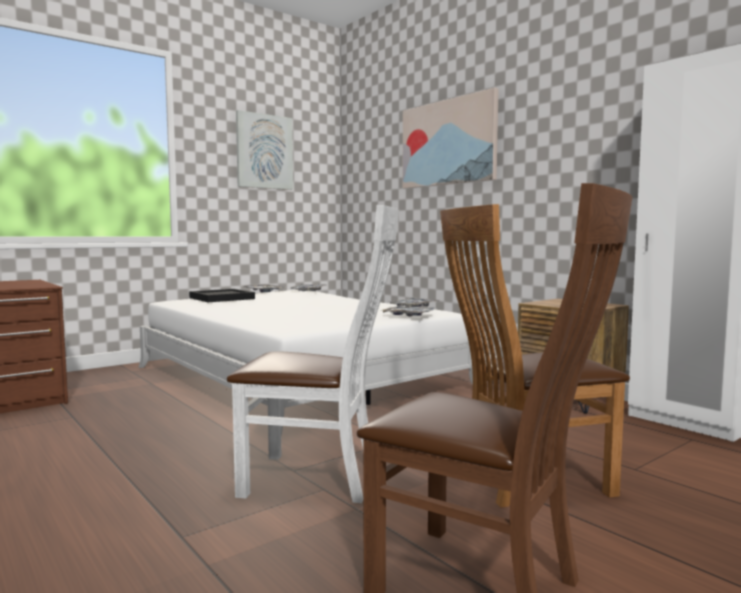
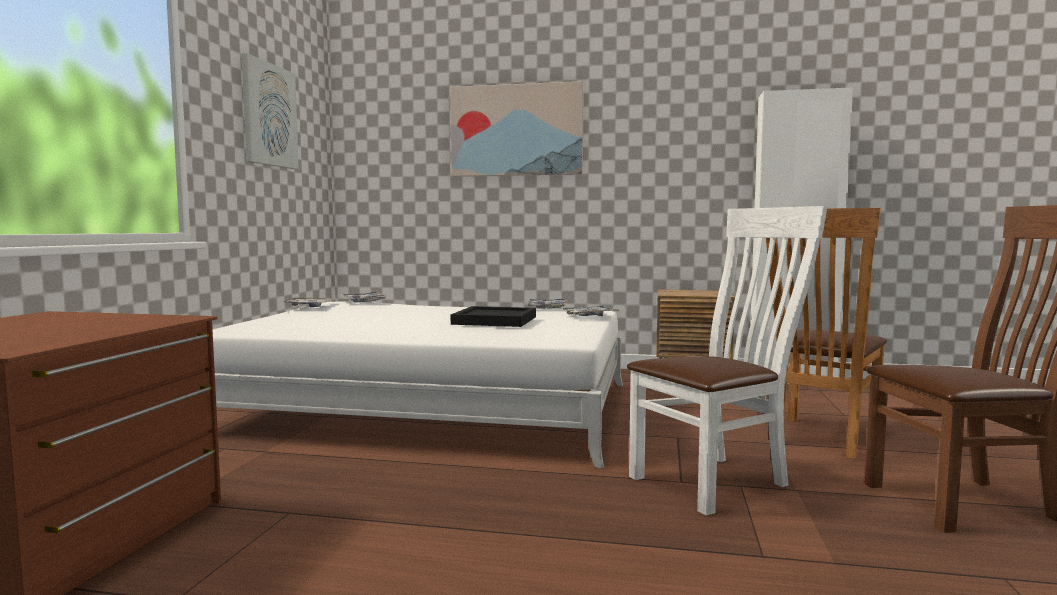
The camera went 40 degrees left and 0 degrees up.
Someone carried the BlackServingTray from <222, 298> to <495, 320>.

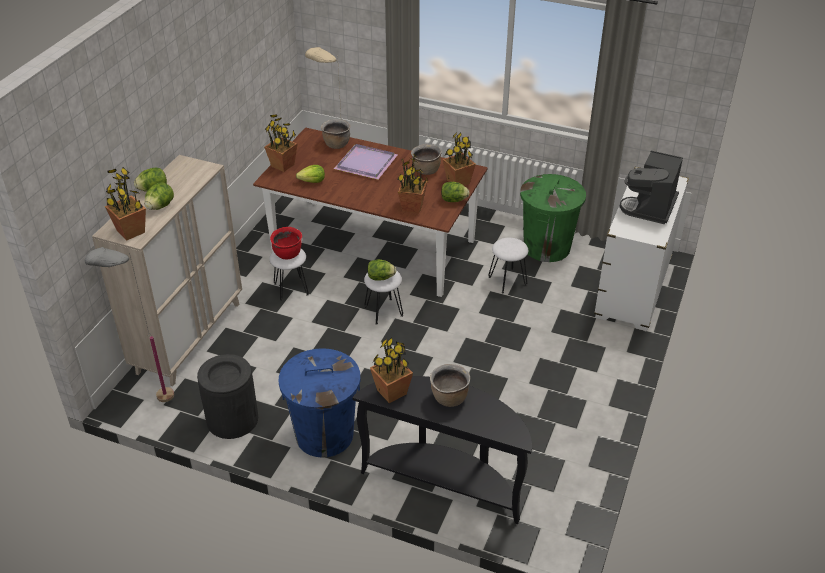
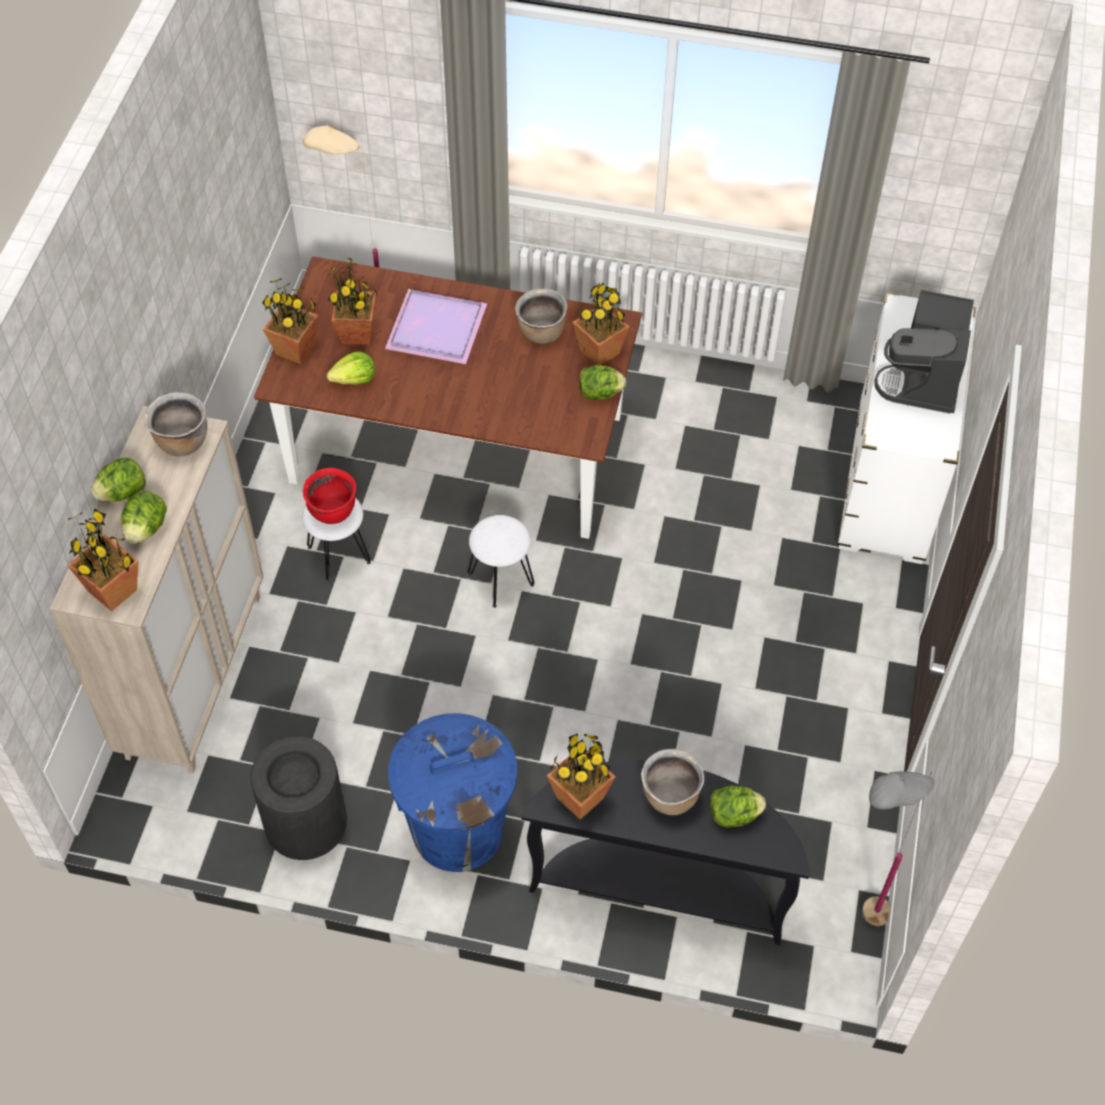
The camera went 10 degrees left and 15 degrees up.
Someone carried the BrownColouredSaucepot from <336, 144> to <182, 442>.
Someone carried the PlantInAPot from <413, 207> to <358, 333>.
Someone carried the LettuceHead from <380, 278> to <733, 814>.
Someone carried the GrayStandingLamp from <151, 403> to <854, 927>.
Someone took away the WhitishSittingStool at <507, 281>.
Someone took away the GreenColouredRubbishBin at <547, 247>.

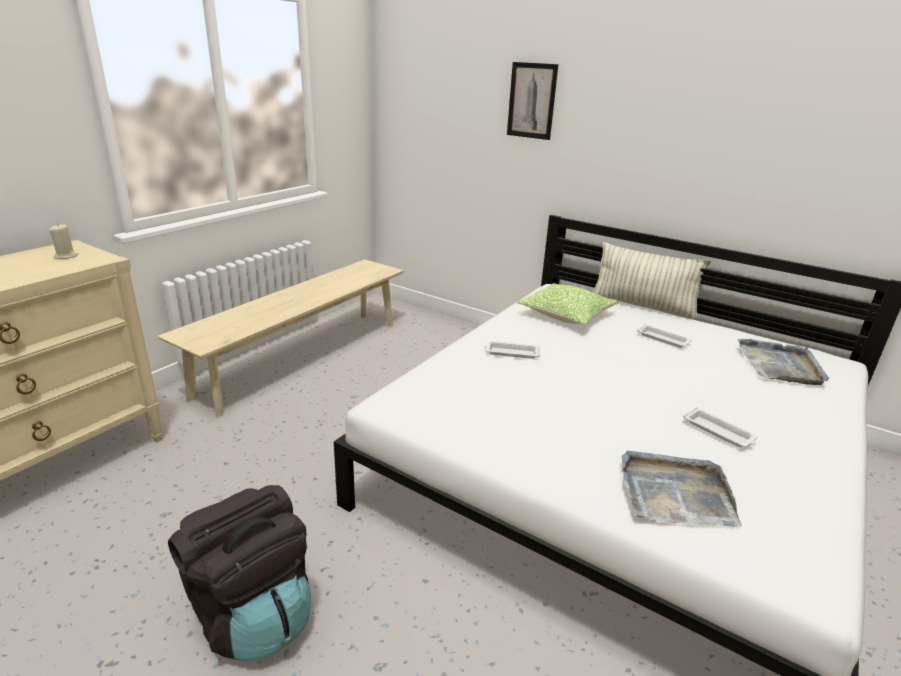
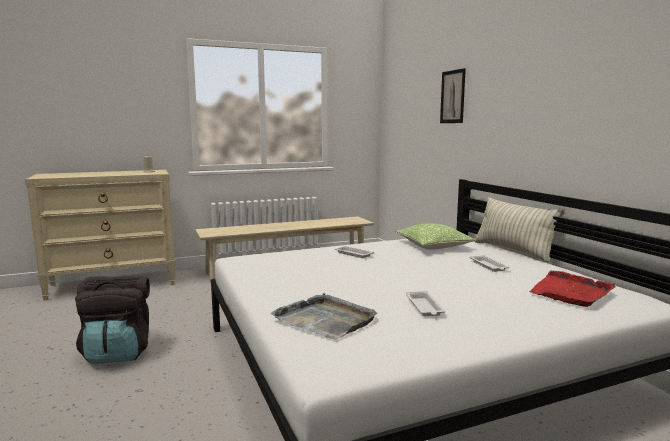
The camera went 35 degrees right and 15 degrees down.
Someone repainted the GrayServingTray at <780, 365>, which became the ReddishServingTray at <570, 292>.

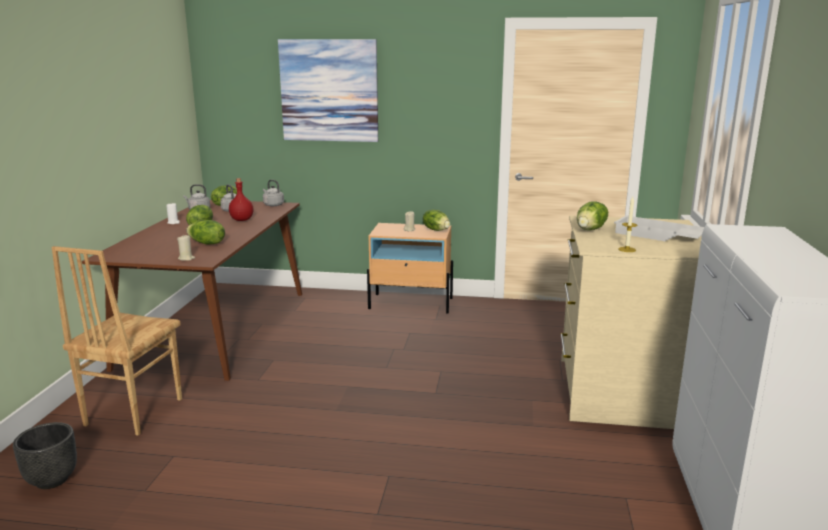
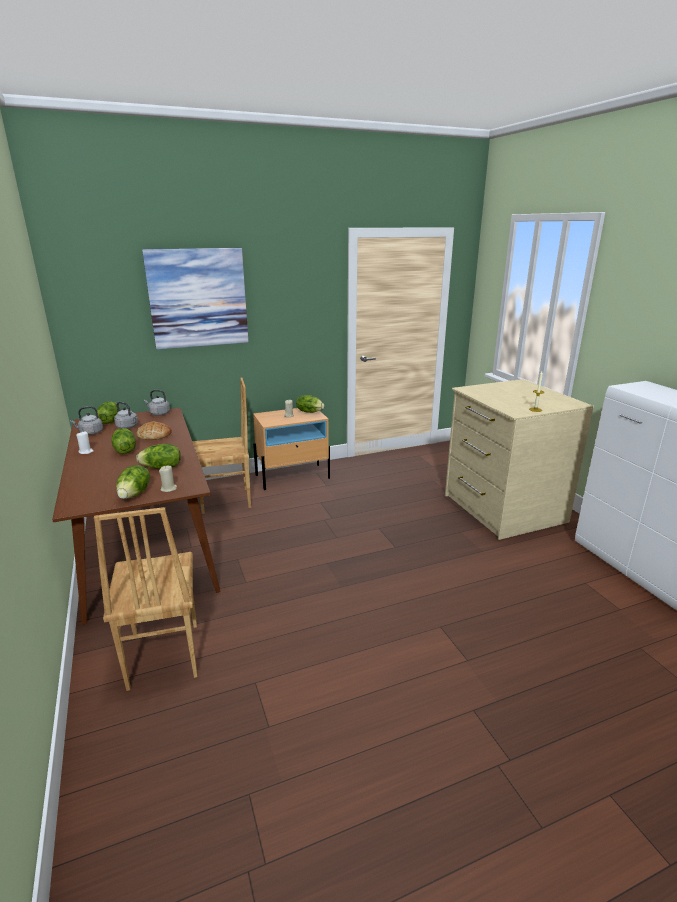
The camera went 30 degrees left and 5 degrees up.
Someone carried the LettuceHead from <591, 229> to <135, 494>.
Someone swapped the ReddishDrinkBottle at <242, 220> for the BakeryBread at <154, 435>.
Someone put down the BrownColouredPlainChair at <226, 501>.
Someone took away the BlackPlanter at <51, 480>.
Someone took away the WhitishServingTray at <658, 236>.

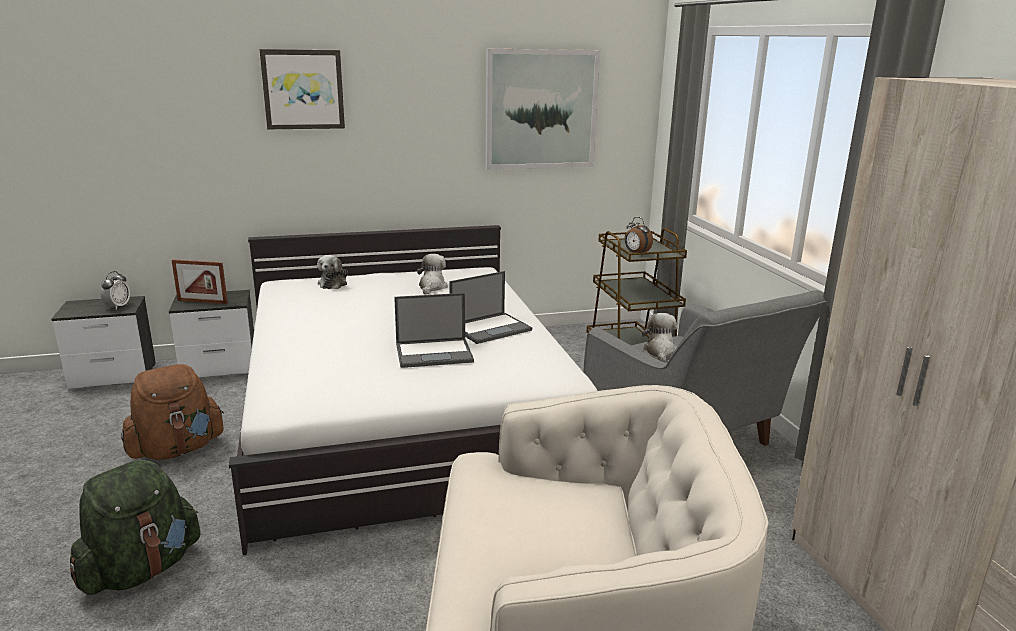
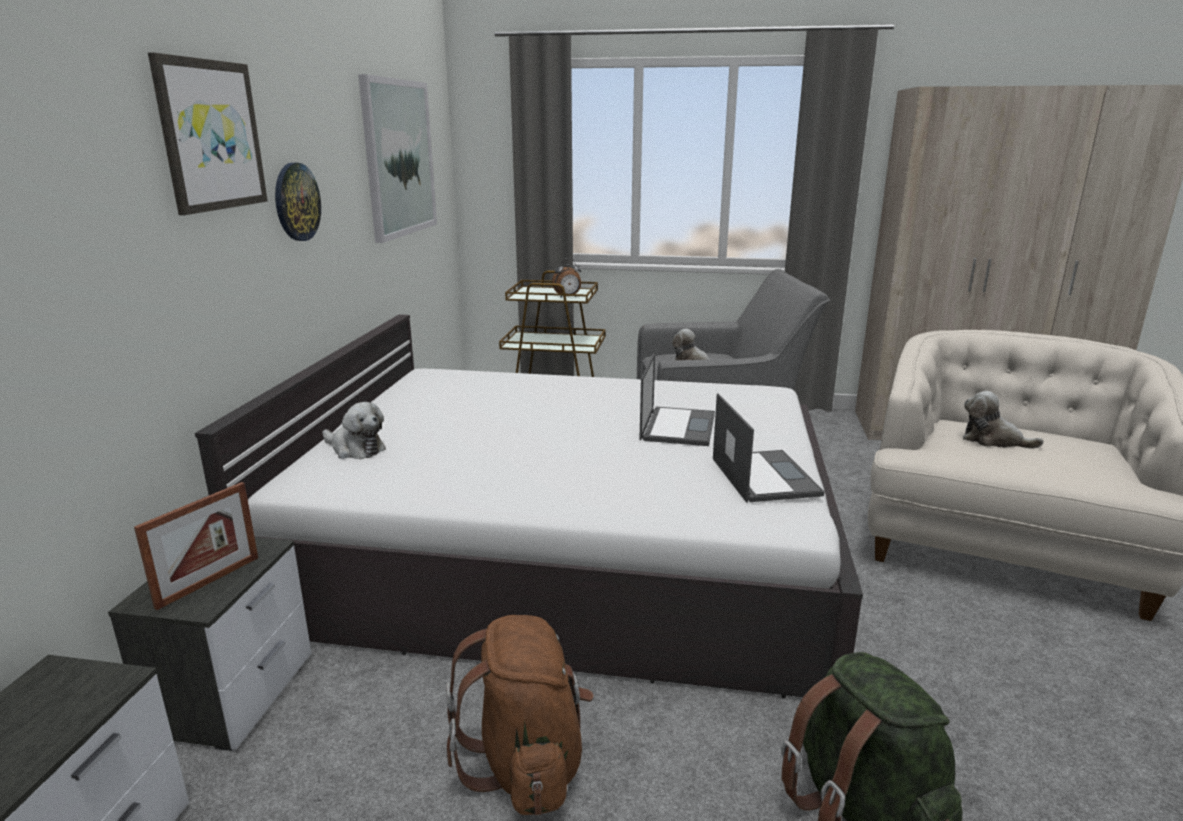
The camera went 65 degrees left and 0 degrees up.
Someone put up the WallClock at <296, 202>.
Someone carried the Laptop from <491, 328> to <763, 476>.
Someone carried the PlushToy from <432, 287> to <993, 440>.
Someone took away the TableClock at <118, 306>.

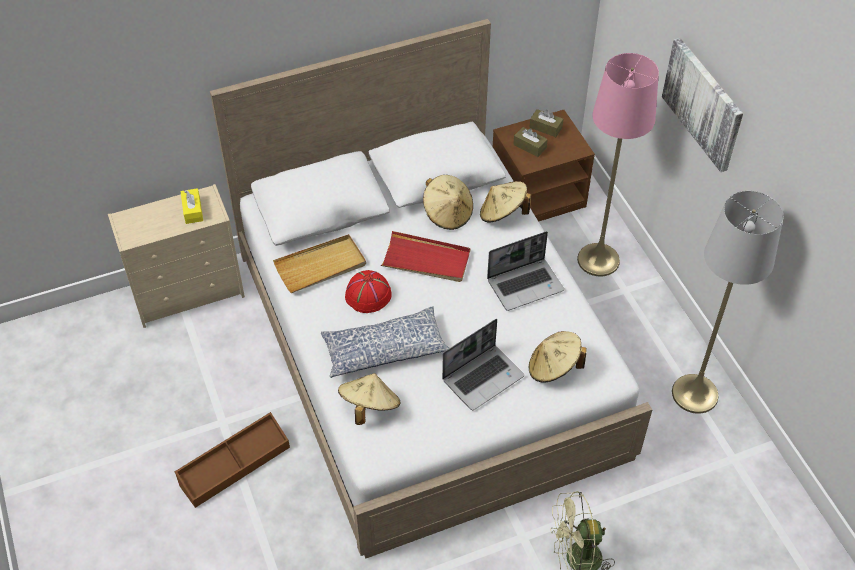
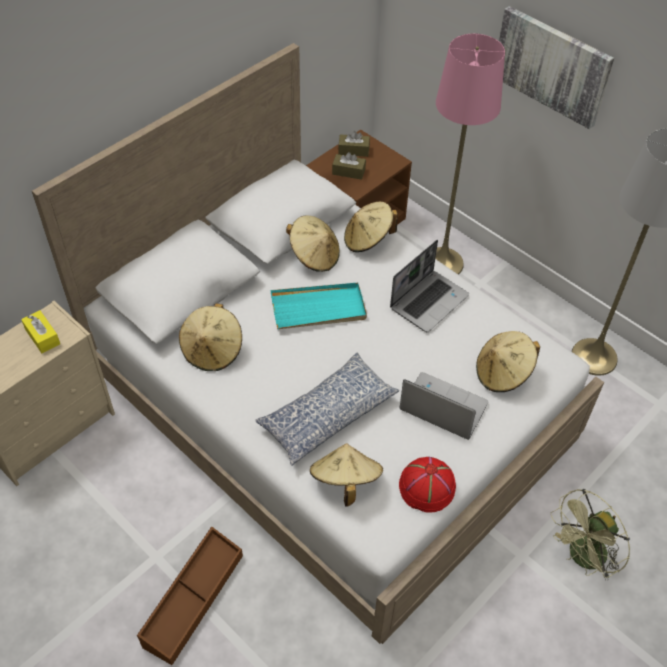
The camera went 25 degrees left and 0 degrees up.
Someone swapped the BeigeColouredServingTray at <321, 266> for the BeigeColouredHat at <213, 350>.
Someone repainted the ReddishServingTray at <426, 260>, which became the BlueGreenServingTray at <318, 309>.
Someone rotated the Laptop at <483, 377> by 90 degrees counterclockwise.
Someone carried the ReddishHat from <368, 295> to <427, 487>.

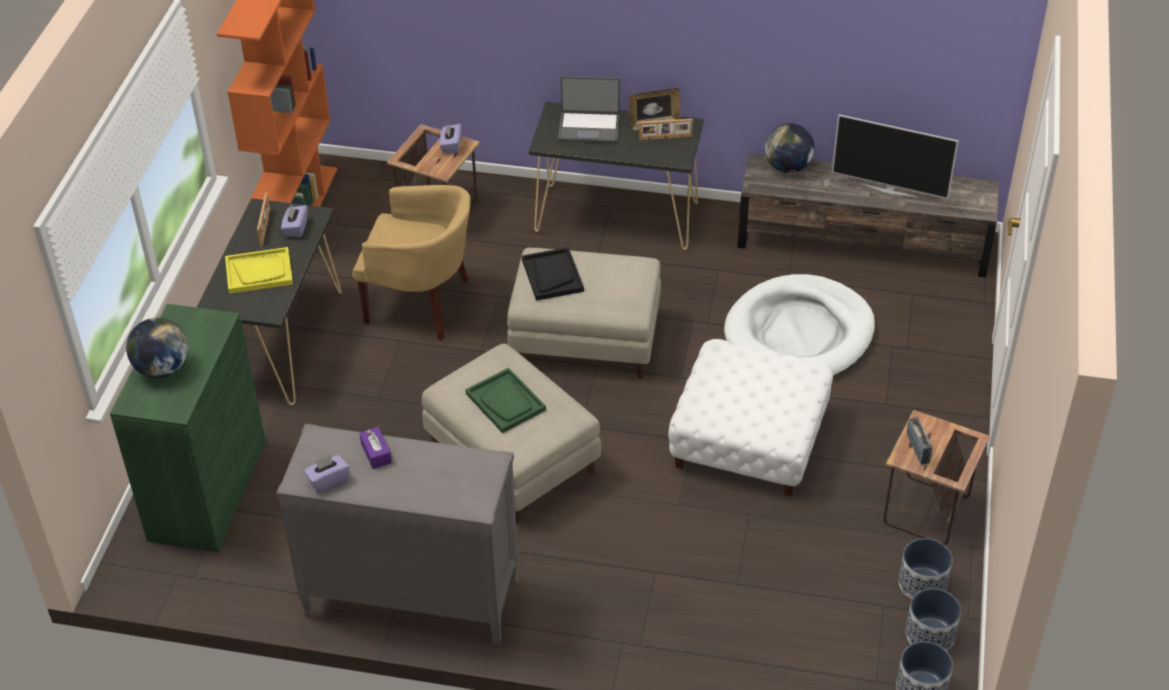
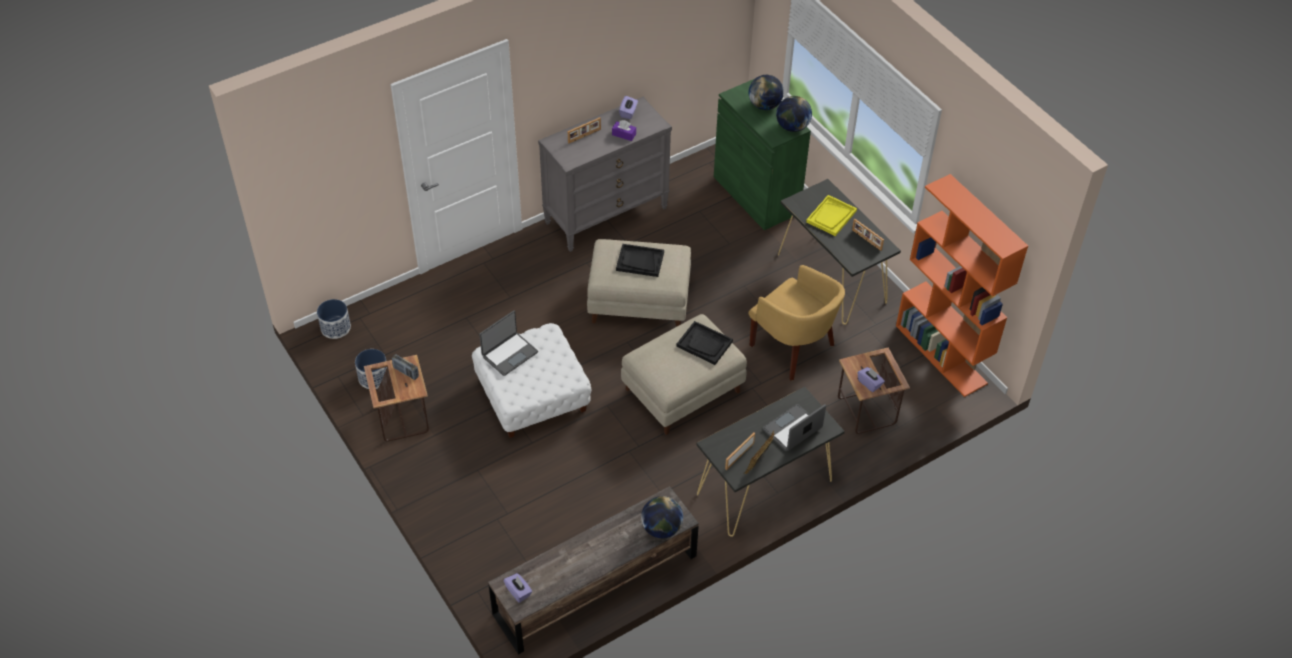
The camera went 135 degrees right and 5 degrees up.
Someone put down the Laptop at <509, 354>.
Someone carried the PurpleTissueHolder from <295, 228> to <518, 592>.
Someone put down the PhotoFrame at <584, 136>.
Someone repainted the GreenColouredServingTray at <506, 402>, which became the BlackServingTray at <640, 261>.
Someone rotated the YellowishEasyChair at <422, 304> by 105 degrees counterclockwise.
Someone put down the Globe at <792, 127>.
Someone took away the WhitishDogCushion at <799, 334>.
Someone took away the Television at <889, 190>.
Someone took away the Planter at <930, 635>.

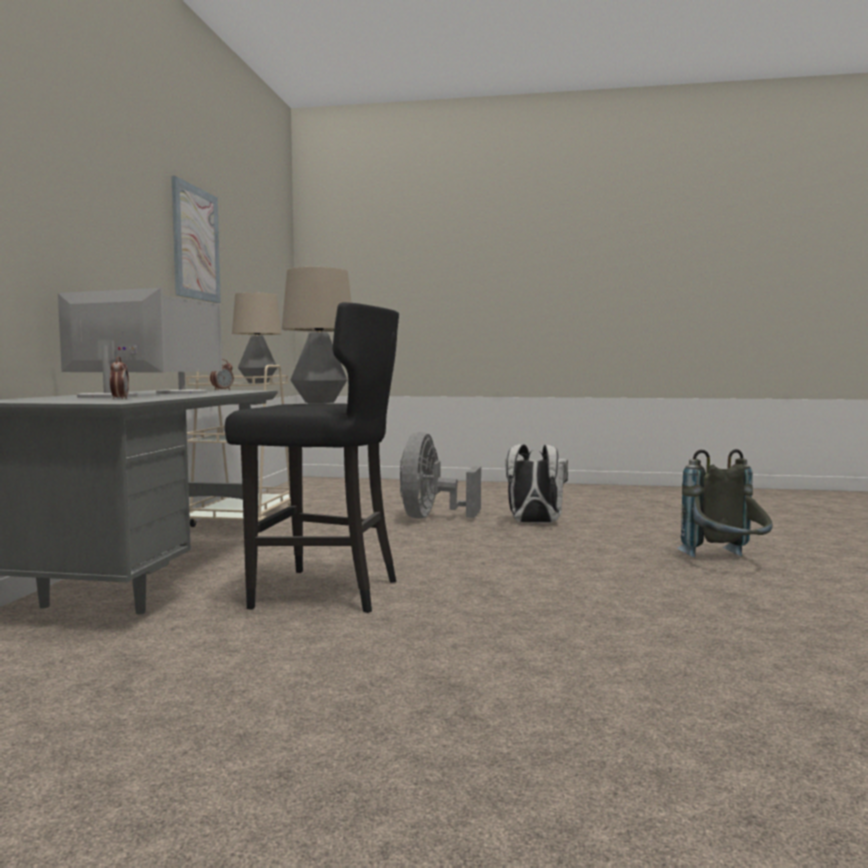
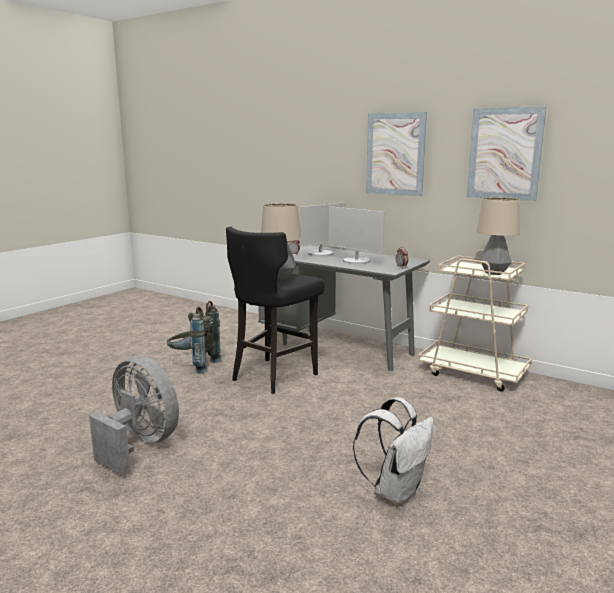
The camera went 115 degrees right and 10 degrees up.
Someone carried the GrayElectricFan from <431, 517> to <140, 445>.
Someone carried the GrayRucksack from <727, 563> to <193, 365>.
Someone put up the WallPicture at <395, 154>.

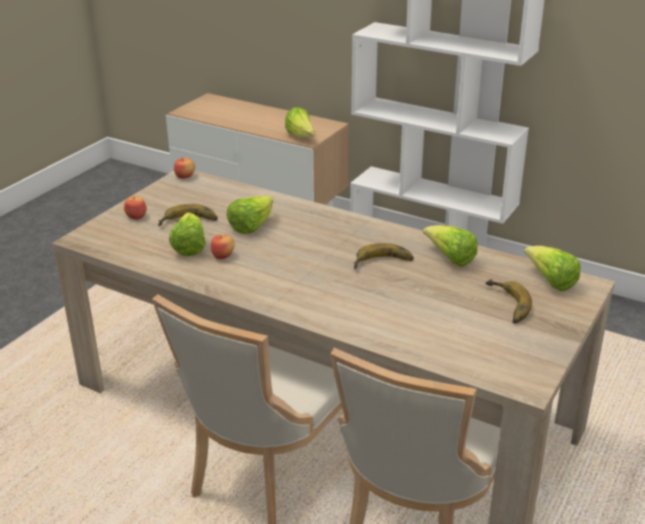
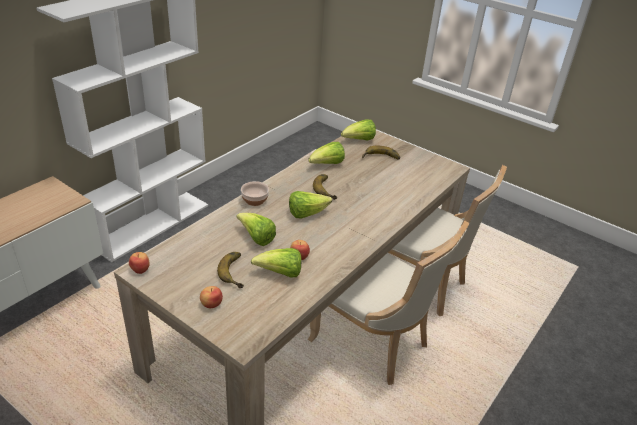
The camera went 85 degrees left and 5 degrees up.
Someone put down the DeepDish at <255, 200>.
Someone carried the LettuceHead from <301, 136> to <306, 213>.

